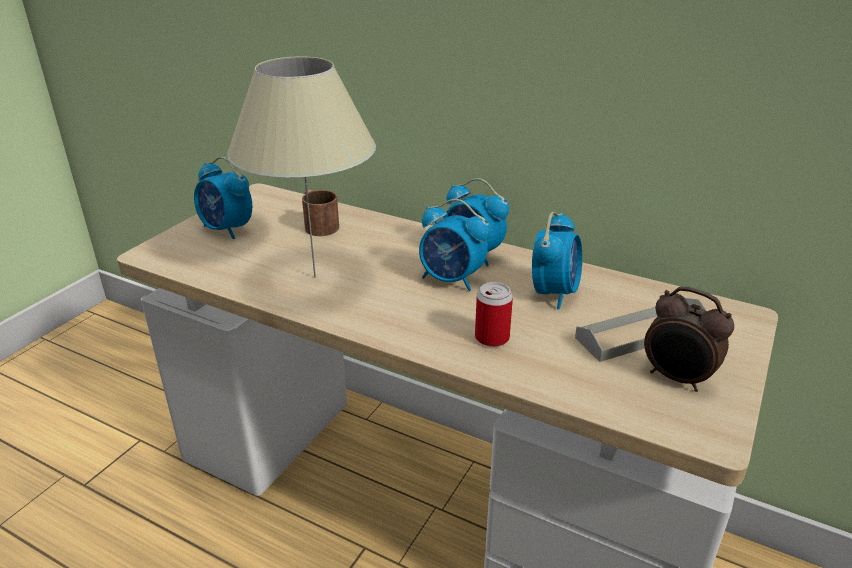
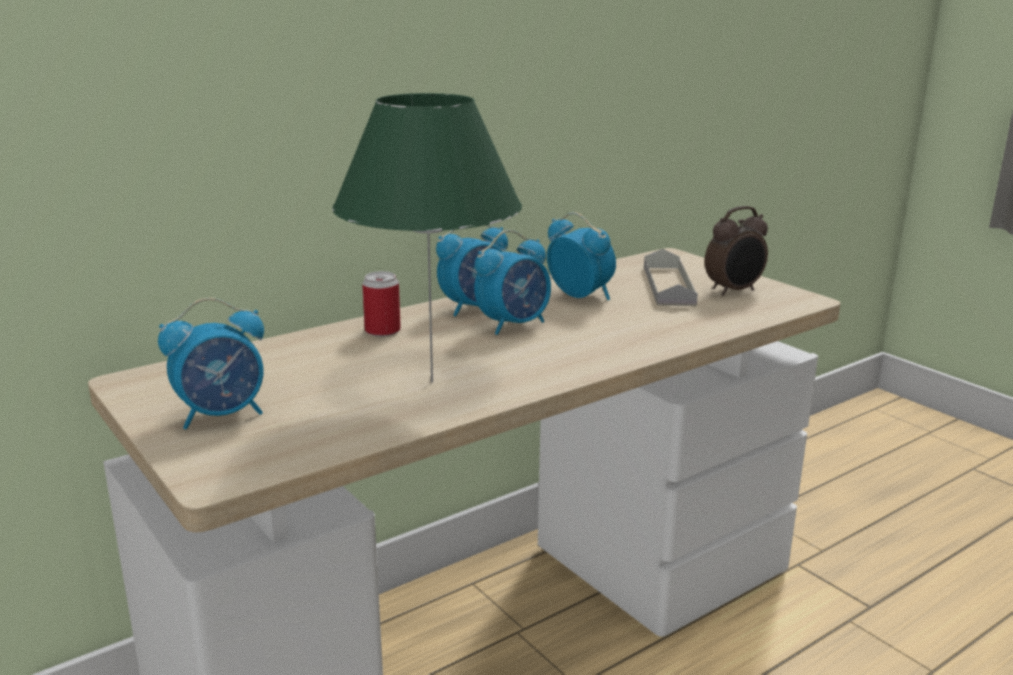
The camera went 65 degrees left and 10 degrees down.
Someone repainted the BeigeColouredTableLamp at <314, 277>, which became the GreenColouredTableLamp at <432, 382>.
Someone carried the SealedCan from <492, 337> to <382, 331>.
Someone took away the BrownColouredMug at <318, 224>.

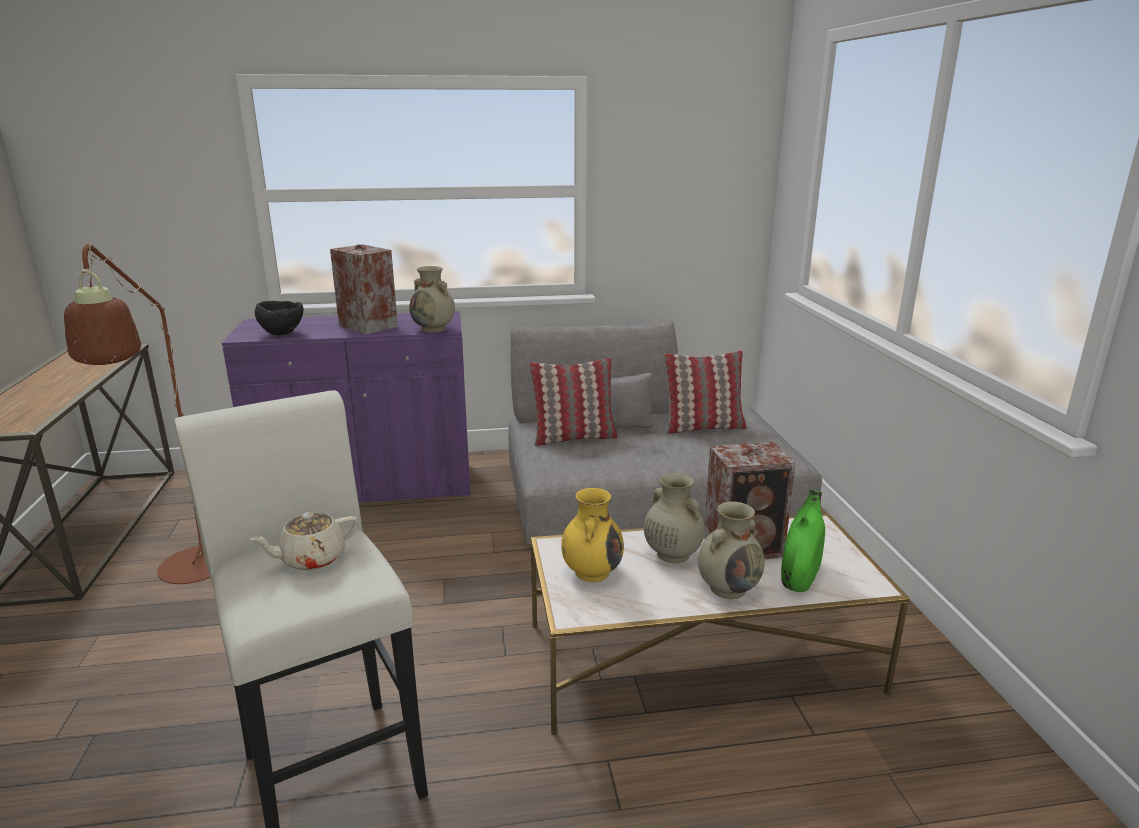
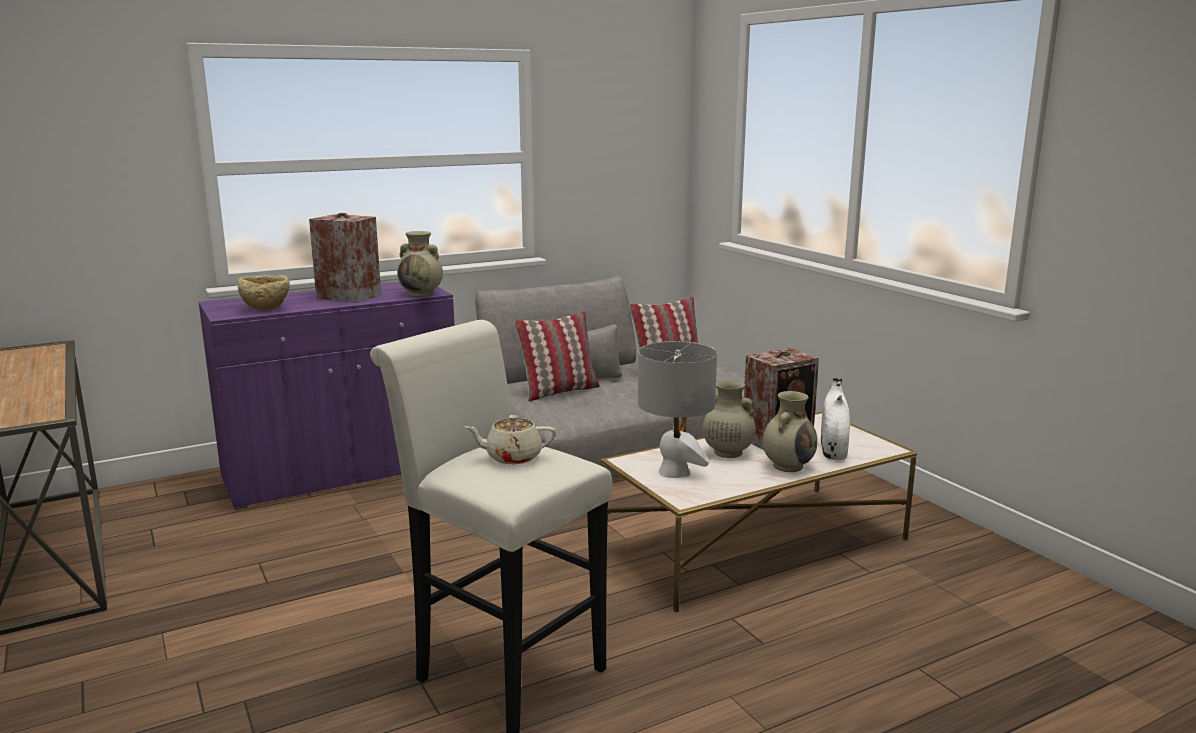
The camera went 20 degrees left and 5 degrees down.
Someone repainted the BlackDeepDish at <283, 333>, which became the BeigeColouredDeepDish at <266, 309>.
Someone rotated the BeigeColouredTeaPot at <311, 559> by 45 degrees clockwise.
Someone swapped the YellowishVase at <592, 572> for the GrayTableLamp at <674, 472>.
Someone repainted the GreenColouredVase at <800, 575>, which became the WhitishVase at <833, 450>.
Someone took away the BrownColouredStandingLamp at <192, 574>.

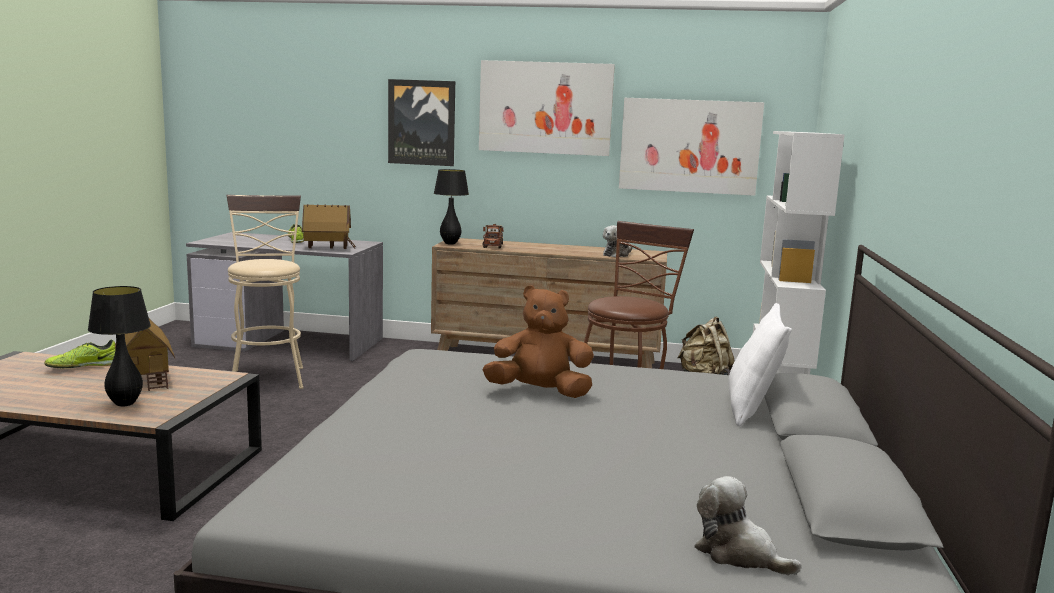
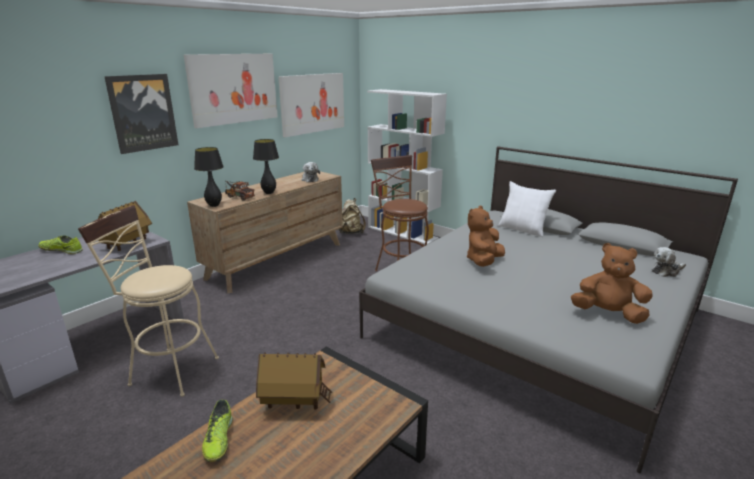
The camera went 60 degrees left and 10 degrees up.
Someone carried the BlackTableLamp from <125, 404> to <269, 193>.
Someone put down the BrownColouredPlushToy at <607, 314>.

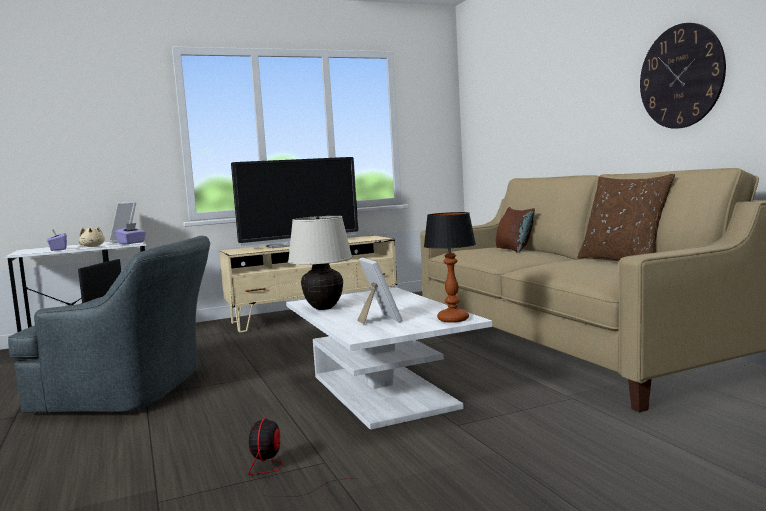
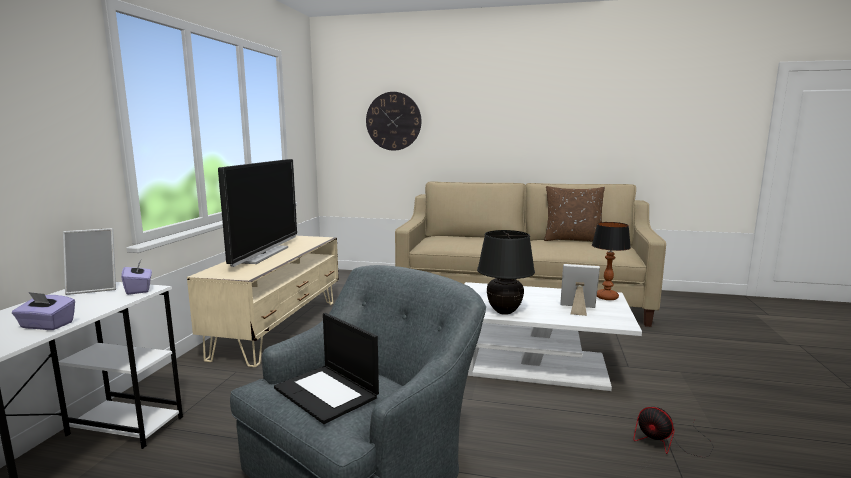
The camera went 55 degrees left and 5 degrees up.
Someone carried the WallClock from <681, 76> to <393, 121>.
Someone repainted the BeigeColouredTableLamp at <324, 308>, which became the BlackTableLamp at <504, 312>.
Someone took away the BeigeColouredPlushToy at <92, 246>.
Someone took away the BrownColouredThrowPillow at <514, 250>.

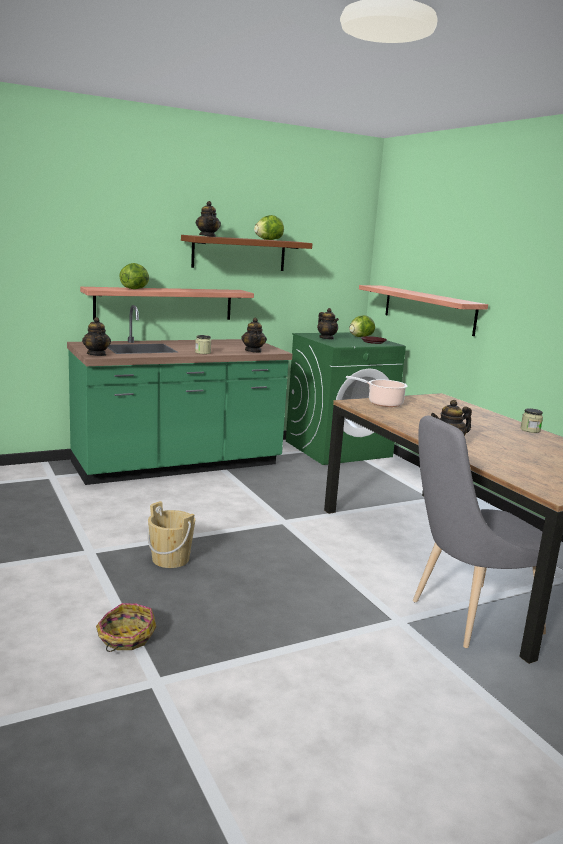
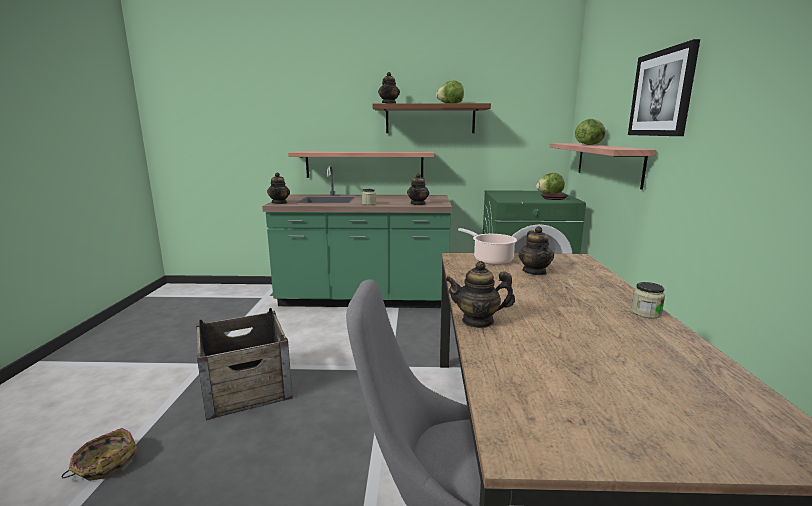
The camera went 30 degrees right and 0 degrees up.
Someone swapped the BeigeColouredBucket at <170, 559> for the PackingCrate at <247, 387>.
Someone carried the TeaPot from <326, 338> to <535, 272>.
Someone carried the LettuceHead from <135, 289> to <590, 145>.
Someone put up the WallPicture at <661, 93>.

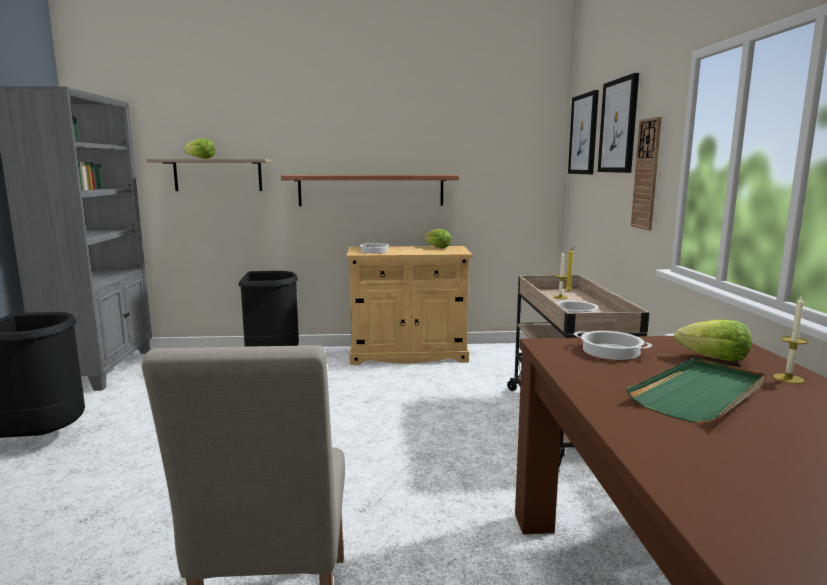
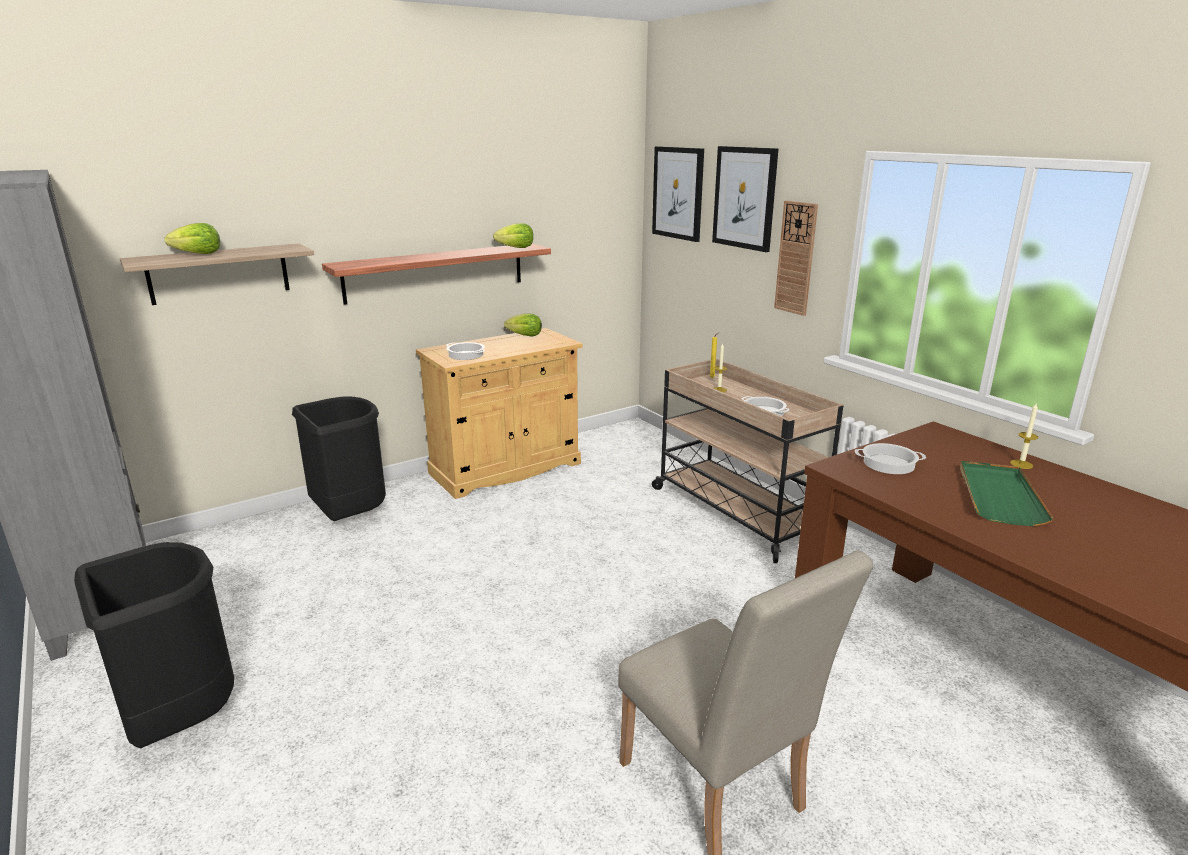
The camera went 30 degrees left and 10 degrees up.
Someone carried the LettuceHead from <714, 359> to <516, 248>.

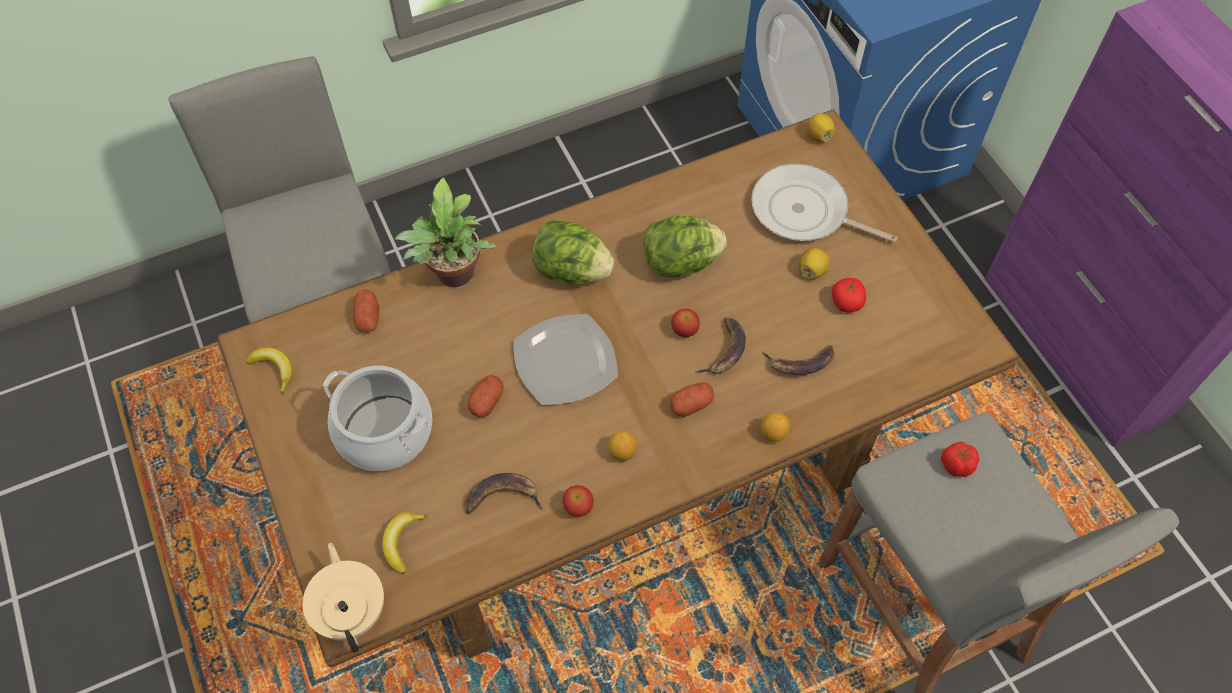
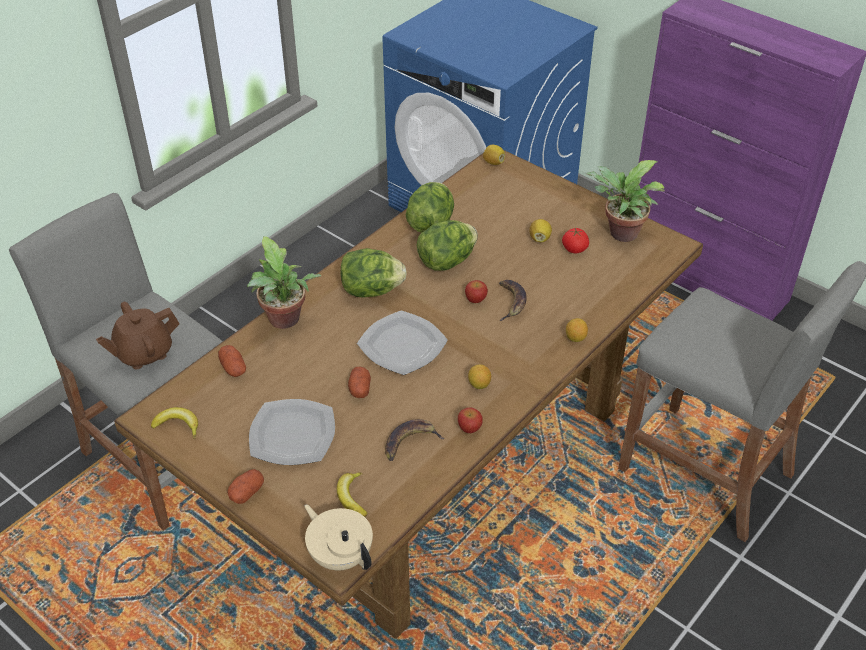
The camera went 25 degrees left and 15 degrees down.
Someone put down the BrownColouredTeaPot at <144, 353>.
Someone carried the Potato from <691, 404> to <247, 492>.
Someone swapped the Saucepot at <385, 432> for the DinnerPlate at <293, 434>.
Someone put down the LettuceHead at <430, 224>.
Someone put down the PlantInAPot at <620, 234>.
Someone took away the FryingPan at <804, 212>.
Someone took away the Banana at <800, 363>.
Someone took away the FreshTomato at <955, 465>.

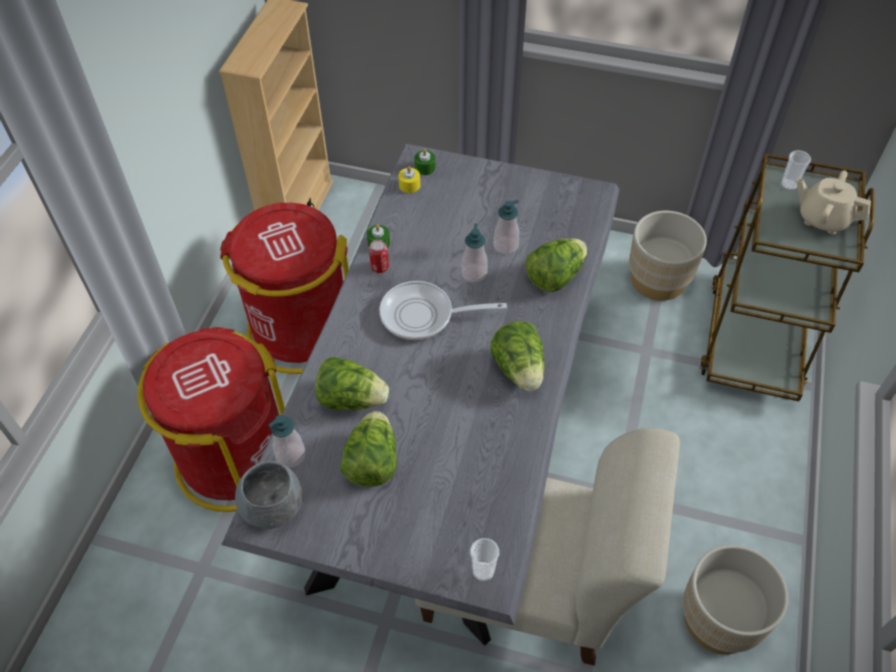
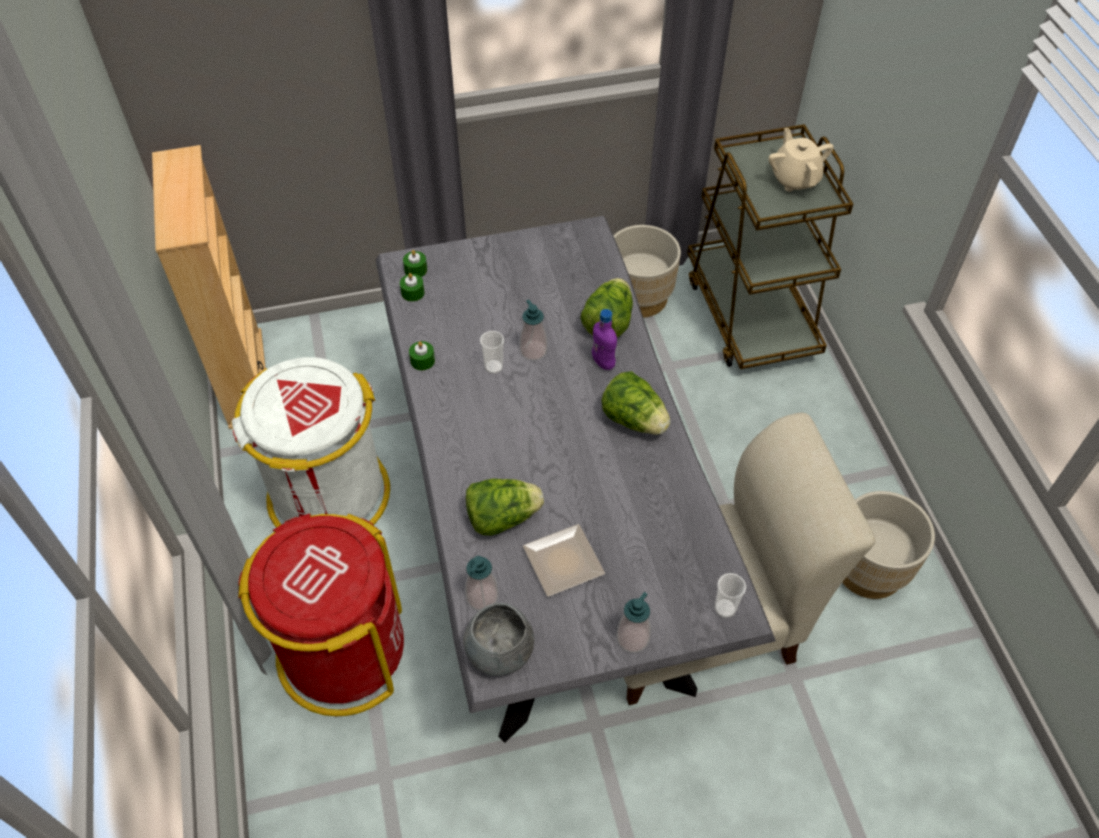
The camera went 30 degrees left and 0 degrees up.
Someone repainted the ReddishRubbishBin at <300, 331>, which became the WhitishRubbishBin at <328, 495>.
Someone repainted the YellowishWaxCandle at <409, 185>, which became the GreenColouredWaxCandle at <412, 293>.
Someone carried the SmallCup from <789, 185> to <493, 367>.
Someone swapped the LettuceHead at <372, 462> for the DinnerPlate at <562, 565>.
Someone put down the PurpleDrinkBottle at <603, 362>.
Someone carried the SoapBottle from <505, 246> to <632, 638>.
Someone rotated the BeigeColouredTeaPot at <822, 219> by 75 degrees clockwise.
Someone took away the SealedCan at <380, 267>.
Someone took away the FryingPan at <423, 315>.

